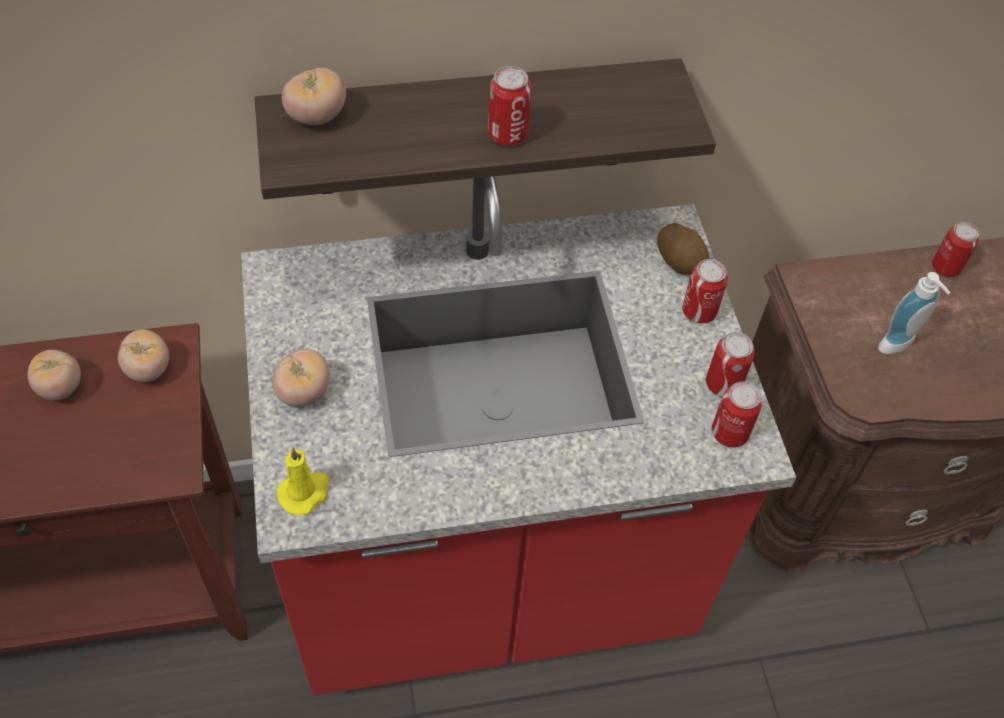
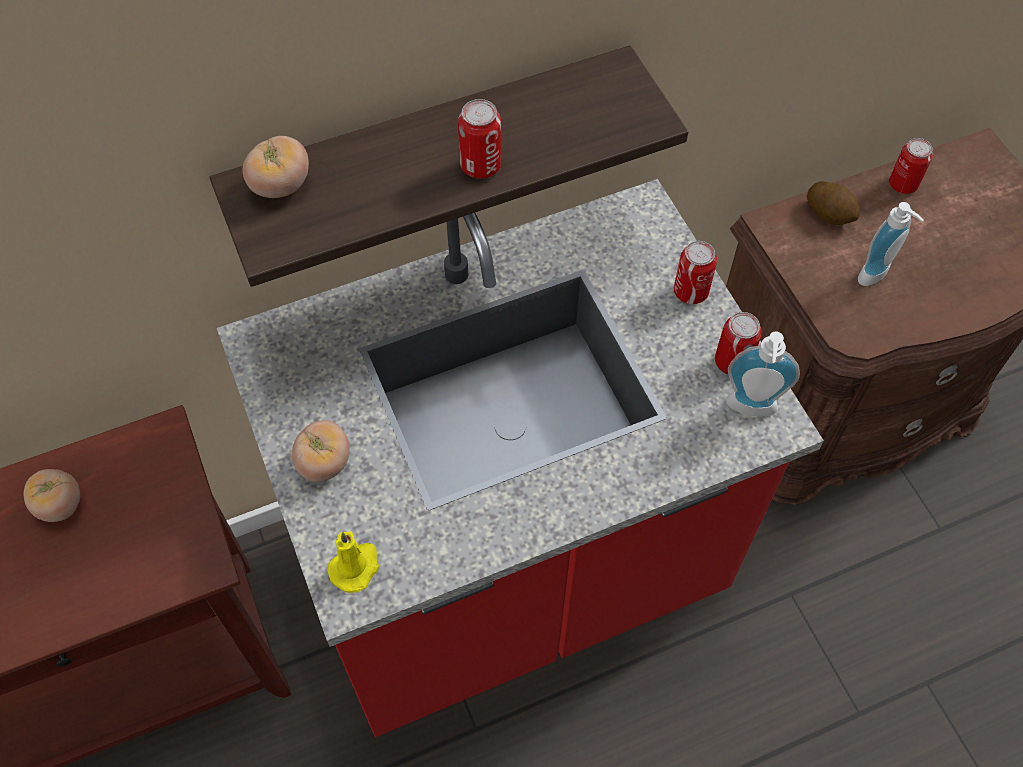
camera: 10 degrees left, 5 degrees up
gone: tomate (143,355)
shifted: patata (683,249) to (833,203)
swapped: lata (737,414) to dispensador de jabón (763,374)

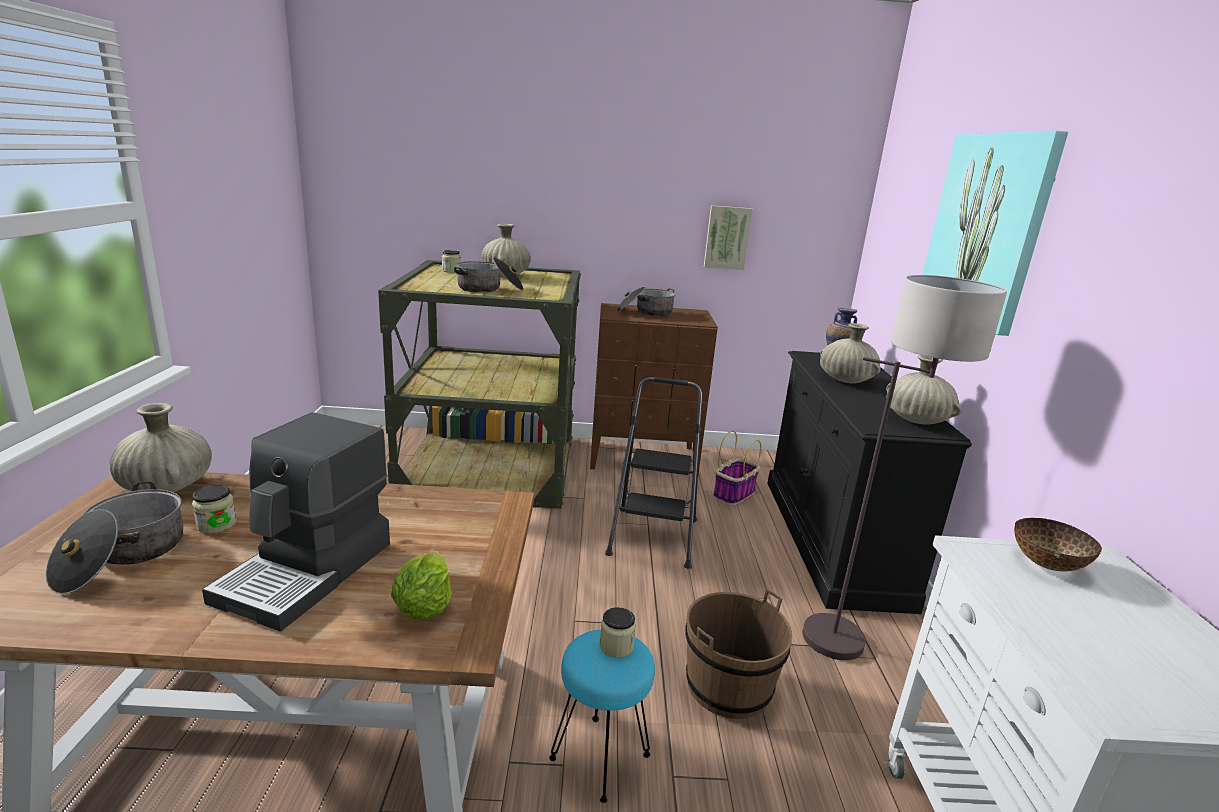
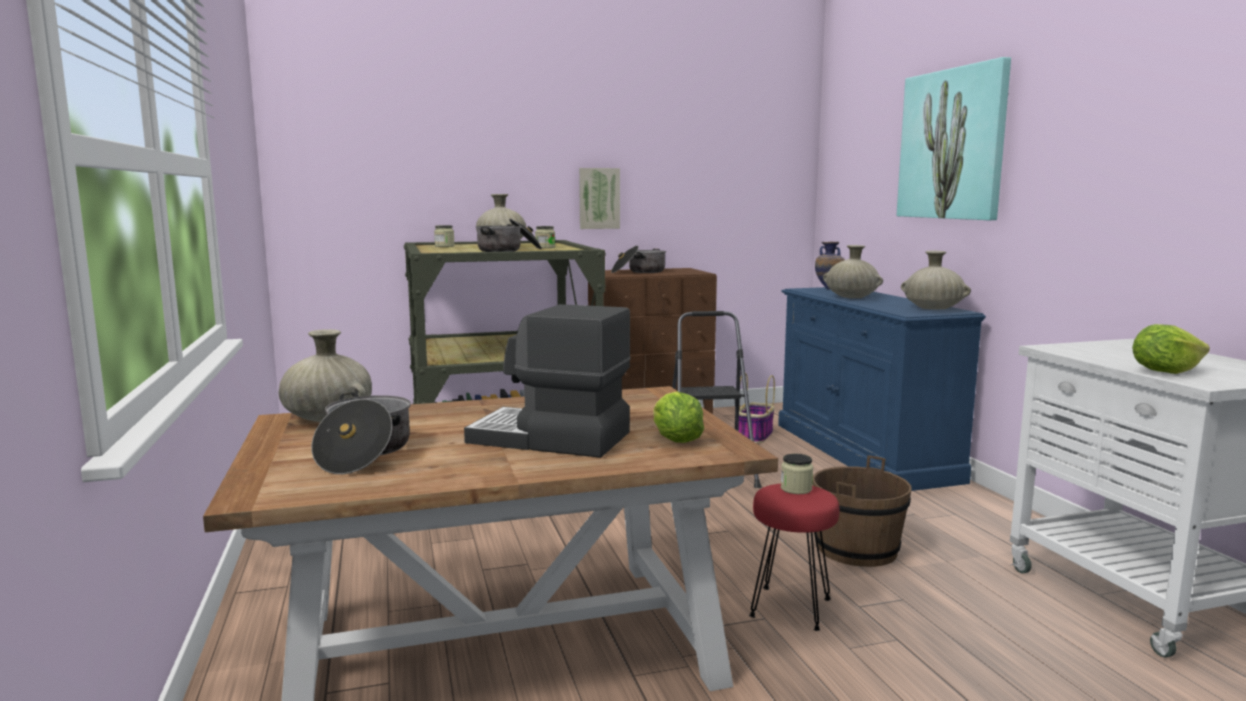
camera: 15 degrees left, 10 degrees down
gone: lámpara de pie/gris (904,467); cuenco (1058,544)
new: lechuga (1171,349)
shifted: tarro (214,509) to (545,237); cuadro (728,237) to (599,198)
repainted: taburete/turquesa (602,716) to taburete/rojo (794,557); armario/negro (869,482) to armario/azul (882,389)
rotated: cafetera (296,521) = (547,381) 105 degrees clockwise

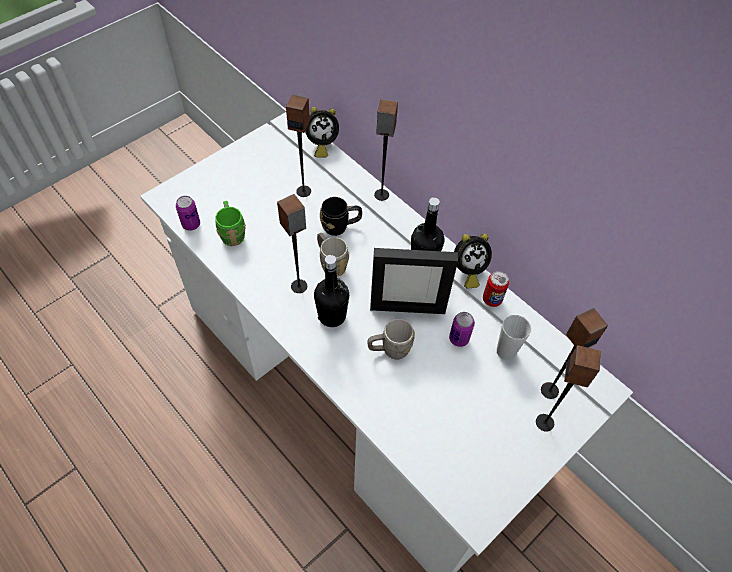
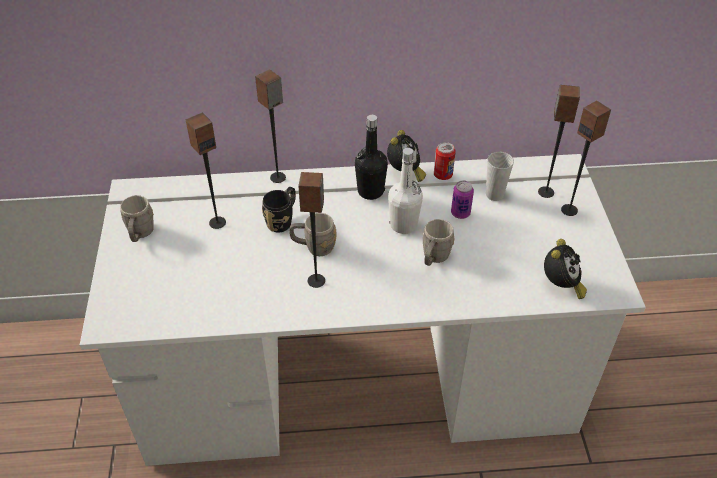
camera: 50 degrees left, 10 degrees down
gone: lata (188,213); taza grande/verde (230,223); botella/negro (331,291)
new: taza grande/gris (137,218)
shifted: despertador (322,132) to (565,269)
swapped: portarretratos (414,281) to botella/blanco (405,191)

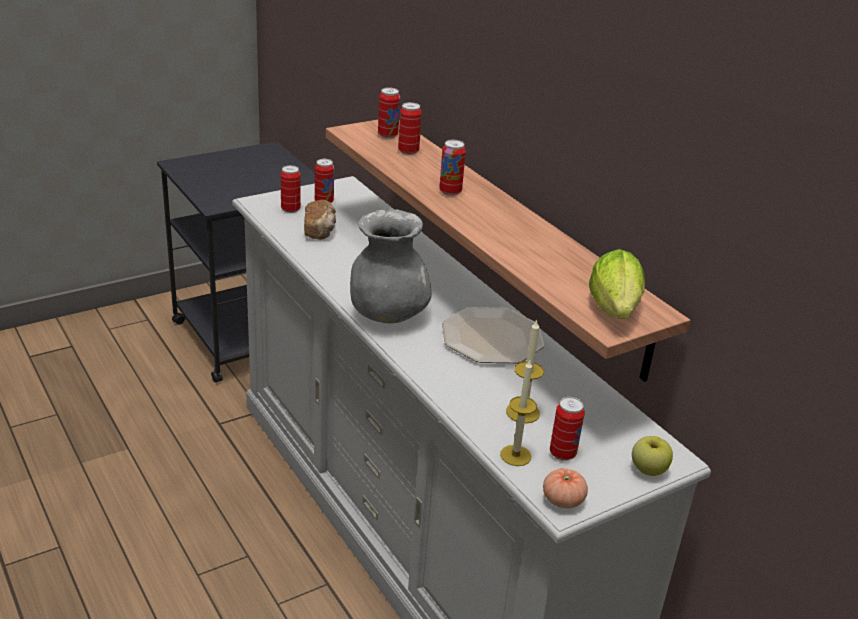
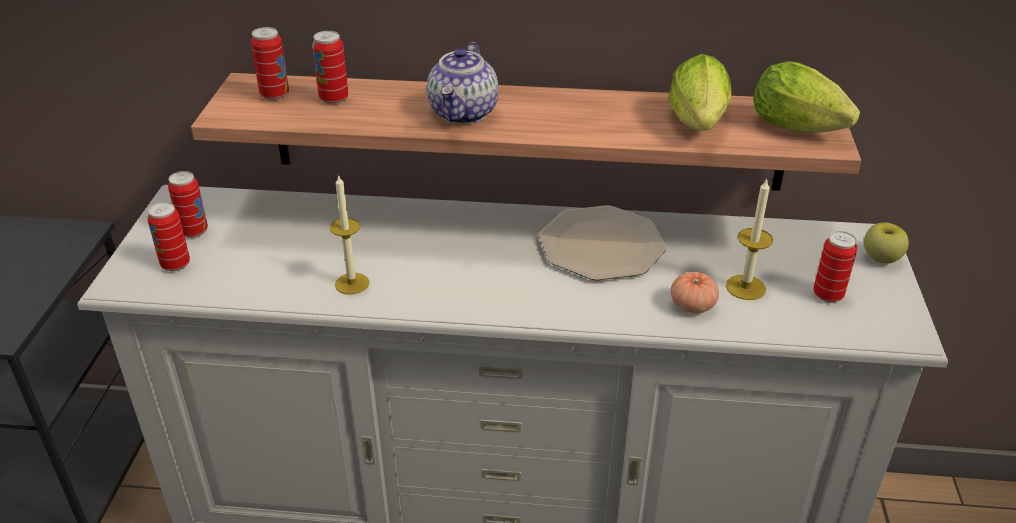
camera: 50 degrees left, 5 degrees up
gone: pan (320,220); florero/gris (391,266)
new: lechuga (700,92)
shifted: vela (518,413) to (349,234); tomate (565,488) to (695,292)
swapped: lata (452,168) to tetera (462,83)

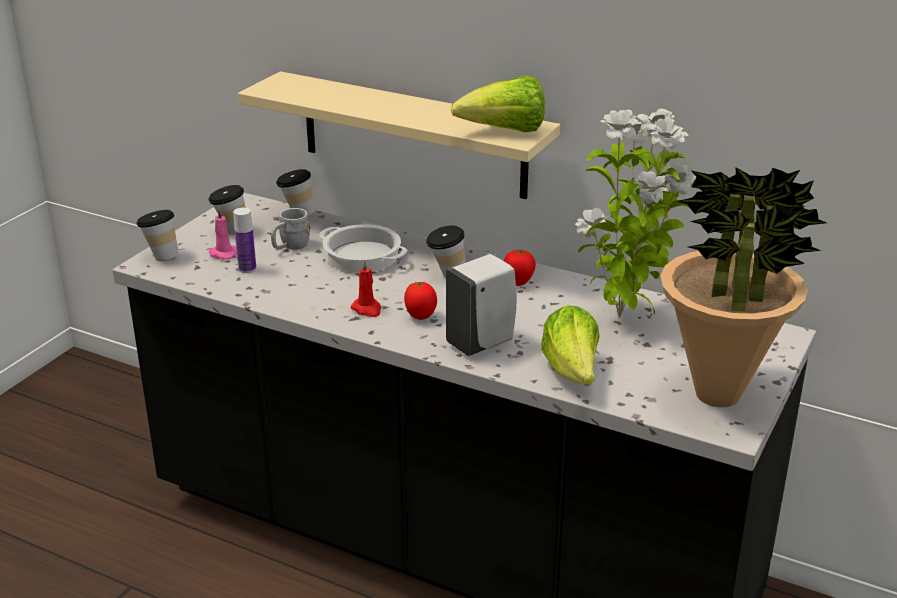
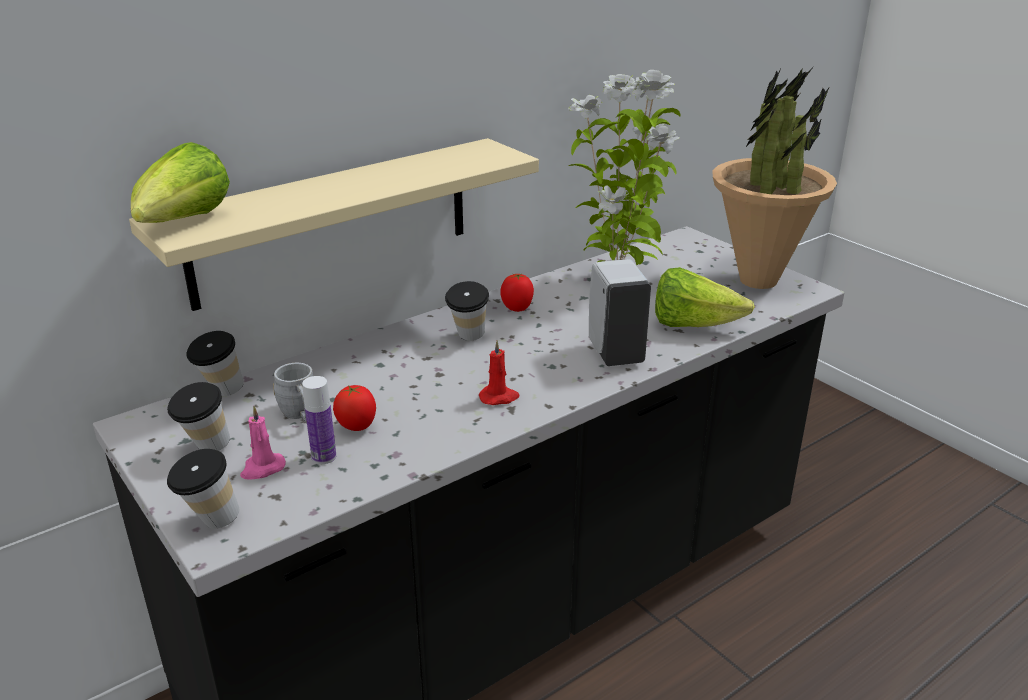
camera: 65 degrees left, 0 degrees up
gone: olla (363,248)
shifted: lechuga (498,104) to (180,182); tomate (420,300) to (354,408)

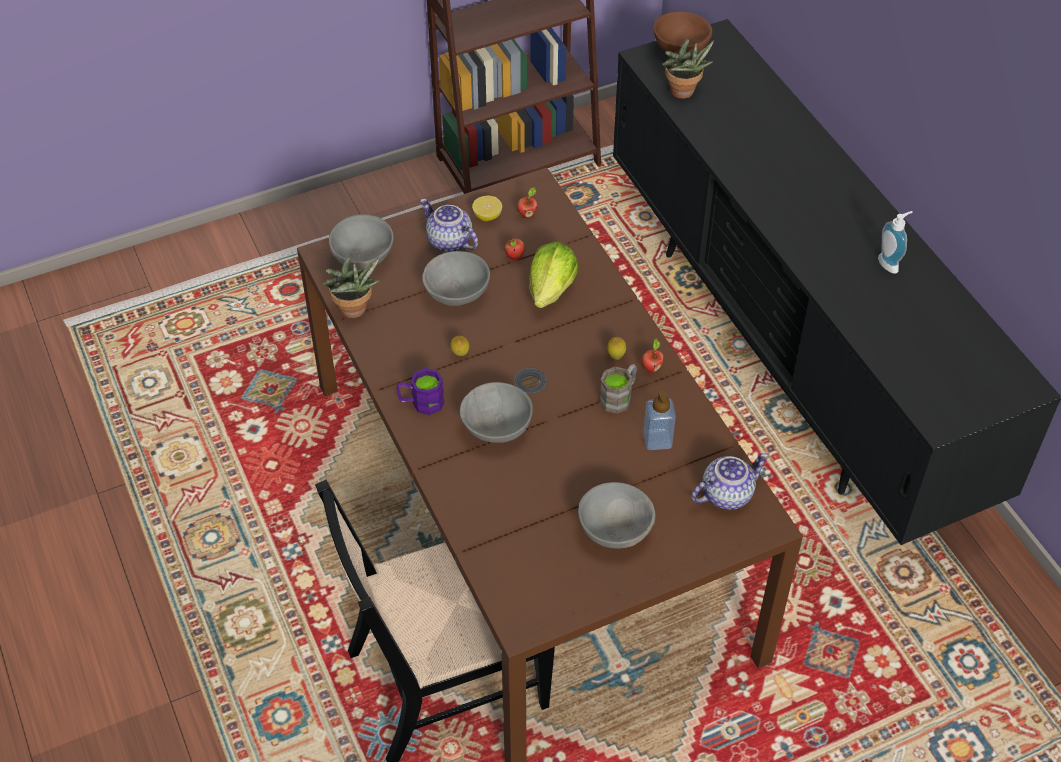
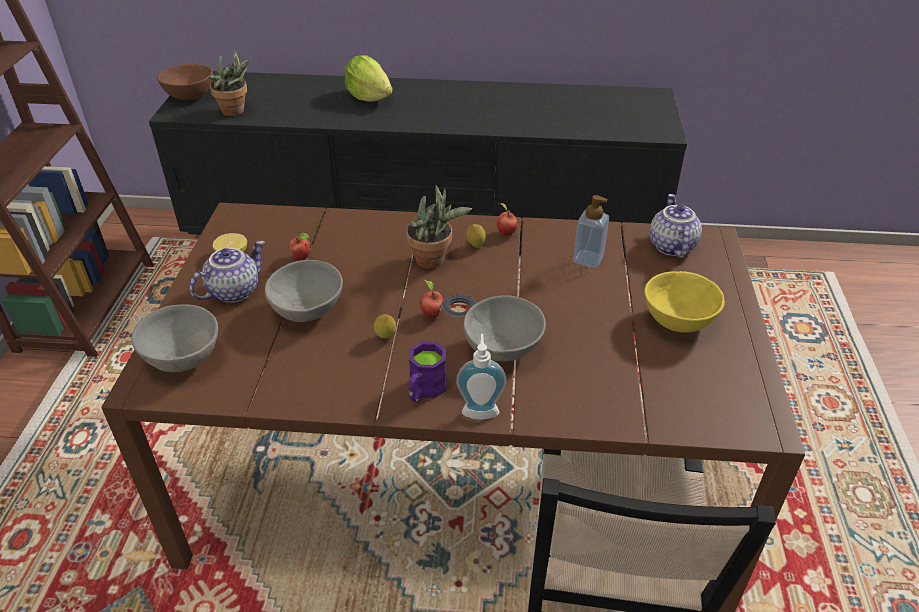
camera: 60 degrees left, 10 degrees down
gone: taza grande/marrón (618,389)
shifted: lechuga (554,275) to (368,78); planta en maceta (351,287) to (439,227); manzana (527,202) to (431,299); dispensador de jabón (895,242) to (481,377)
repainted: cuenco/gris (616,515) to cuenco/amarillo (684,302)
rotated: tetera (449,225) = (227,272) 150 degrees clockwise

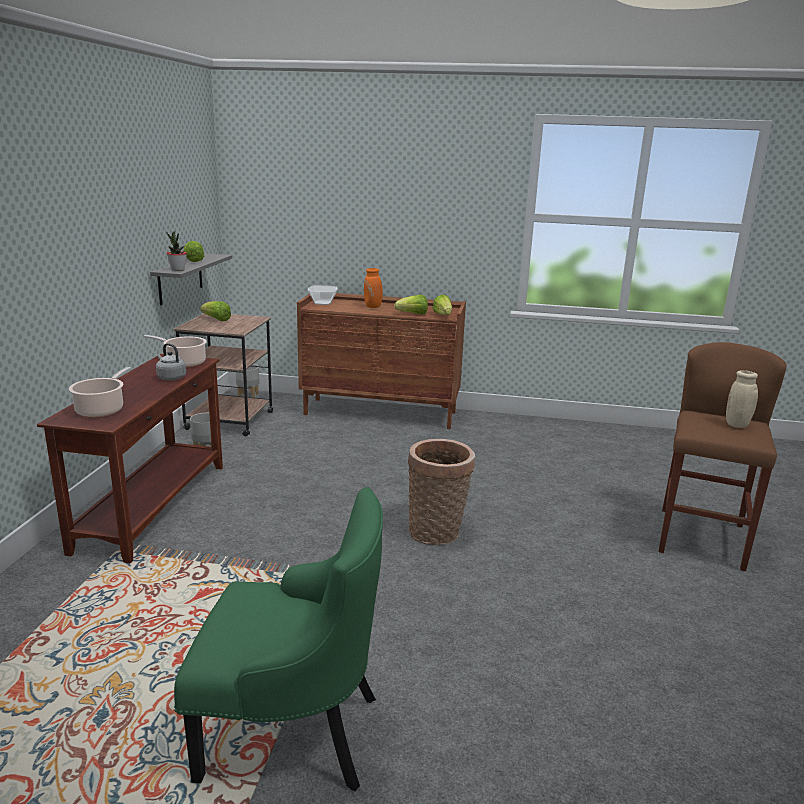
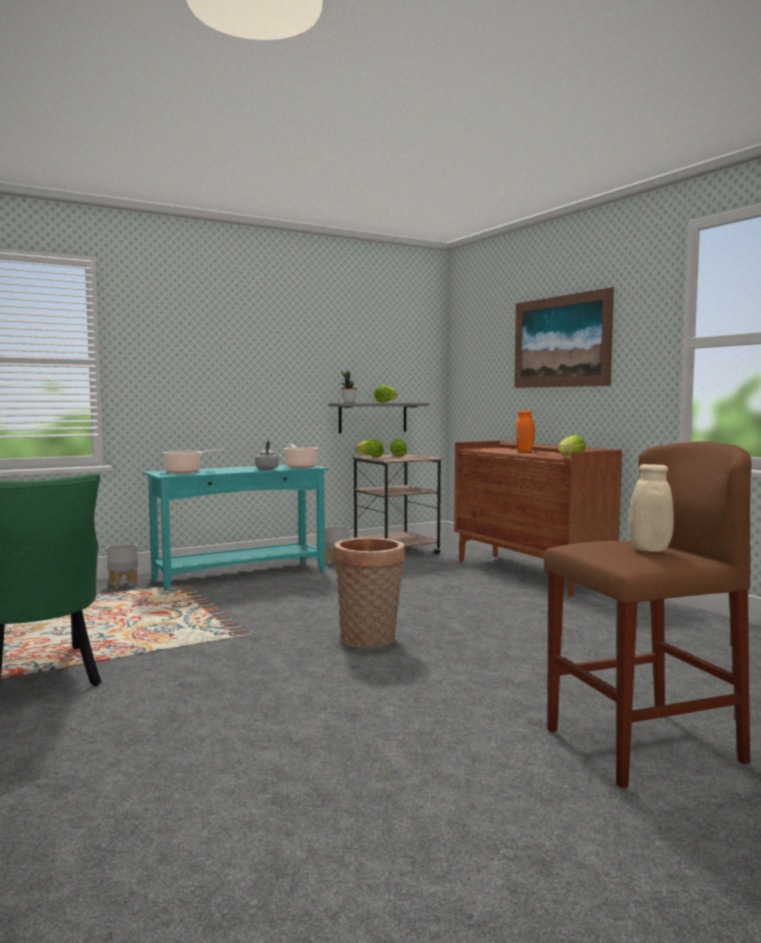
camera: 50 degrees right, 15 degrees down
gone: cuenco (323,295)
new: cuadro (564,337)
shifted: maceta/gris (247,381) to (122,566); lechuga (411,304) to (369,448)
repainted: mesa consola/marrón (130,458) to mesa consola/turquesa (236,528)

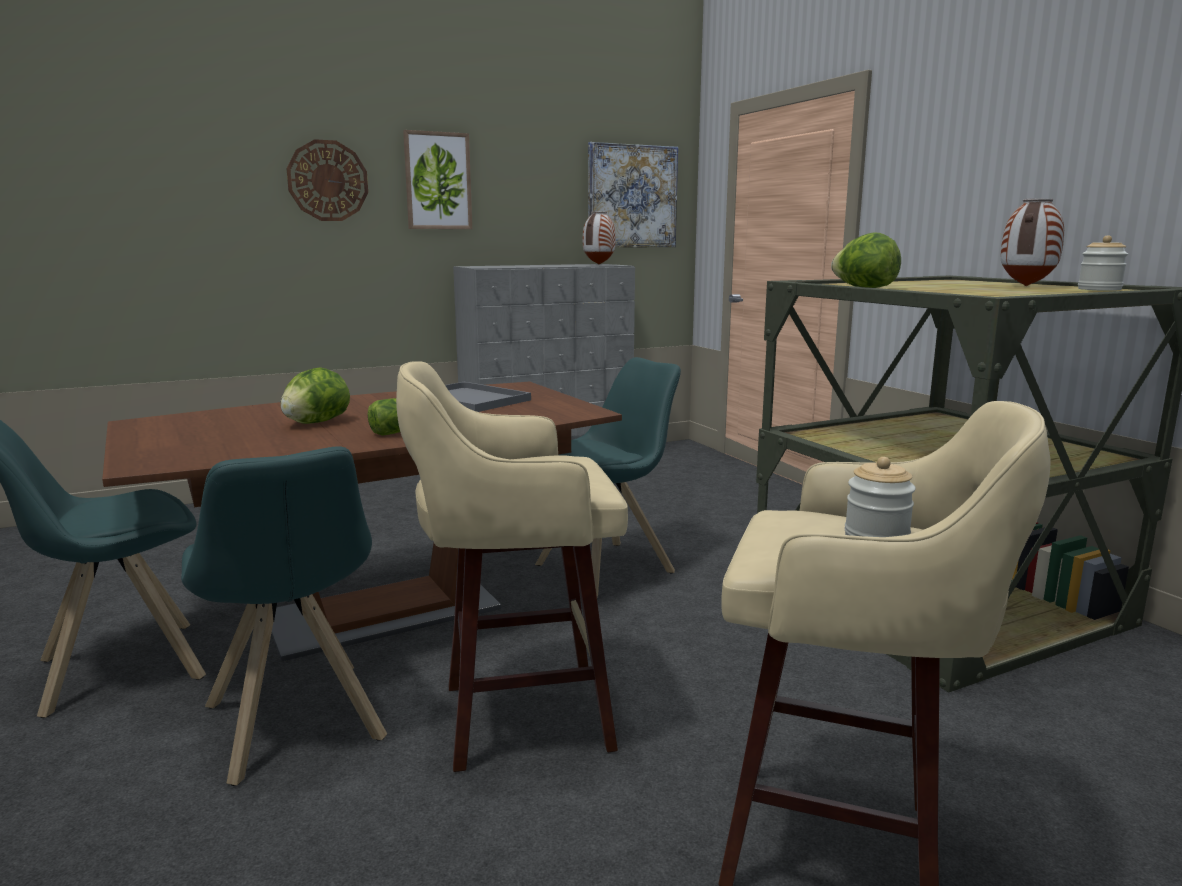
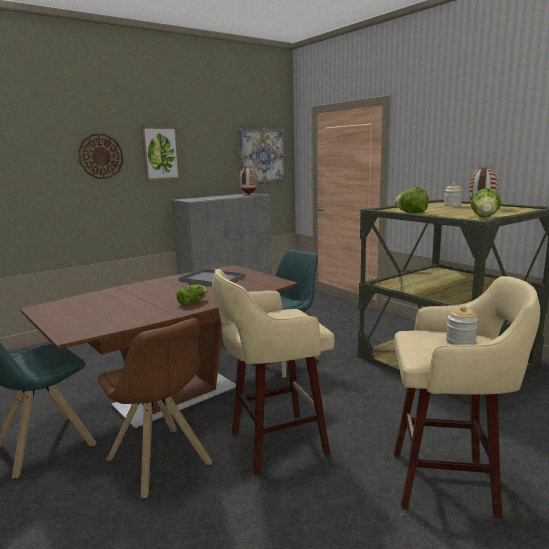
camera: 10 degrees left, 0 degrees up
shifted: tarro (1103,263) to (453,195); lechuga (315,395) to (486,203)
repainted: silla/turquesa (284,616) to silla/marrón (155,408)

